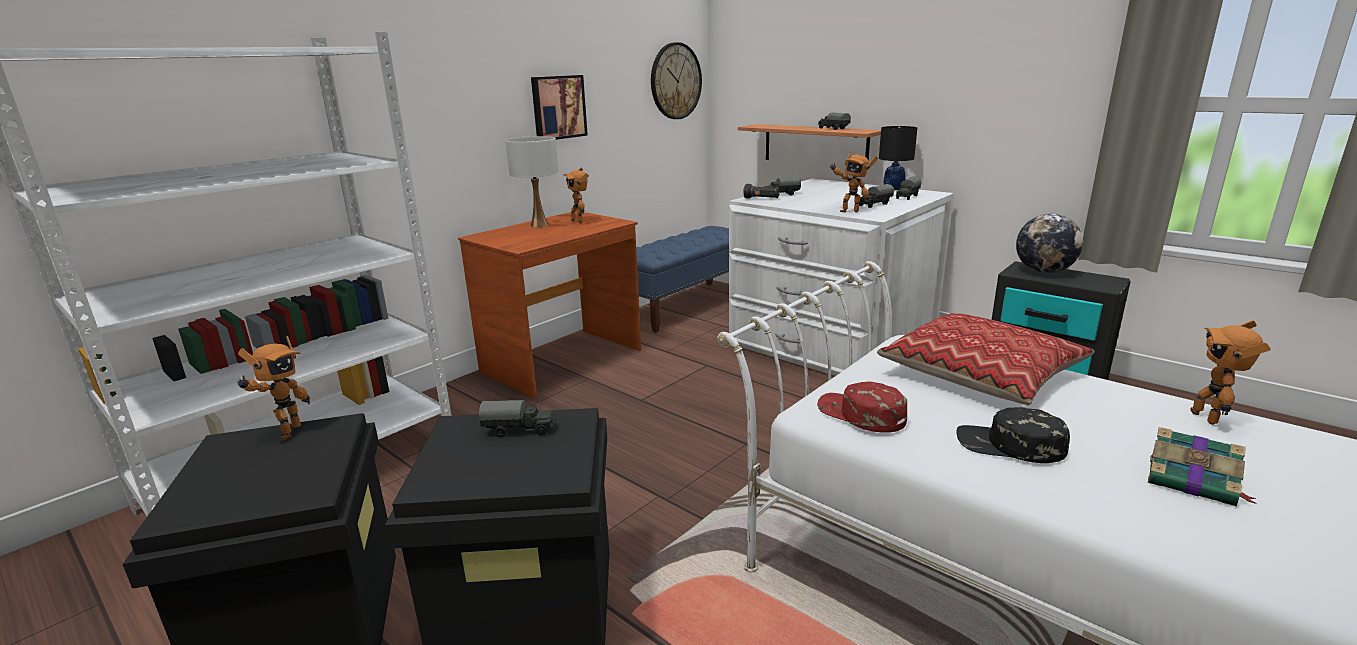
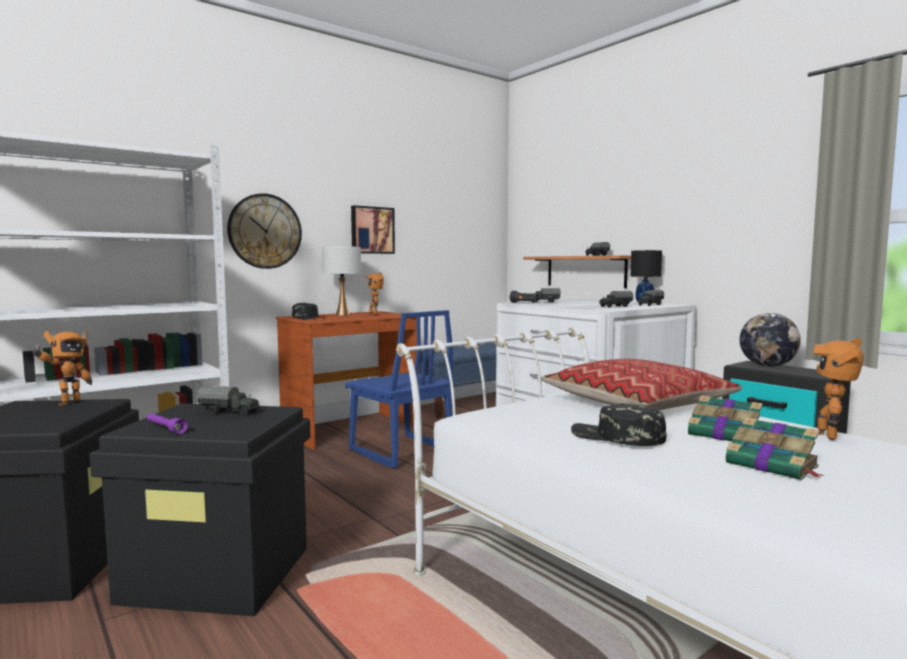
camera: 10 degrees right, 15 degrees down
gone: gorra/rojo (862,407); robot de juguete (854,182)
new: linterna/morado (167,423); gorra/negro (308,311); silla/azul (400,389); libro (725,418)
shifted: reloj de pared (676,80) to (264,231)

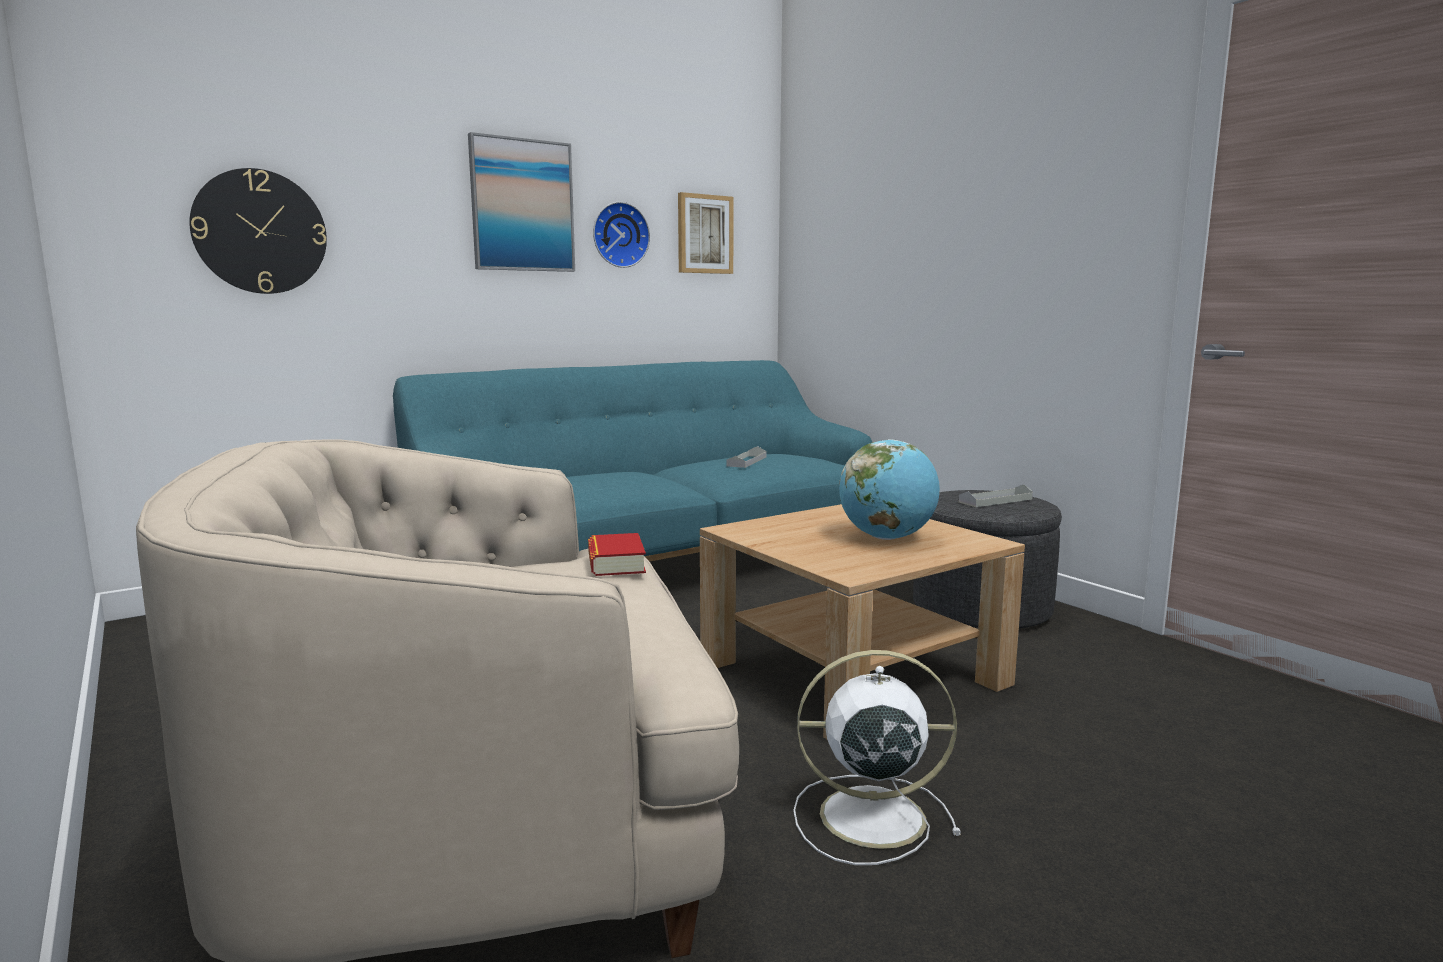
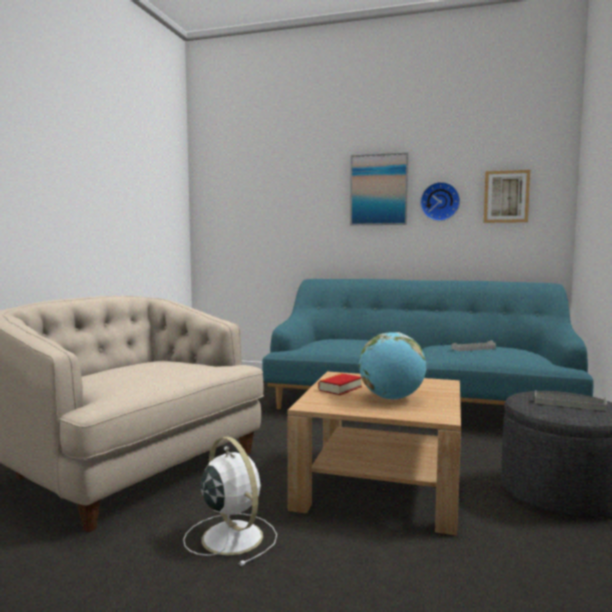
camera: 50 degrees right, 5 degrees down
gone: reloj de pared (258,231)
shifted: libro (617,554) to (340,384)

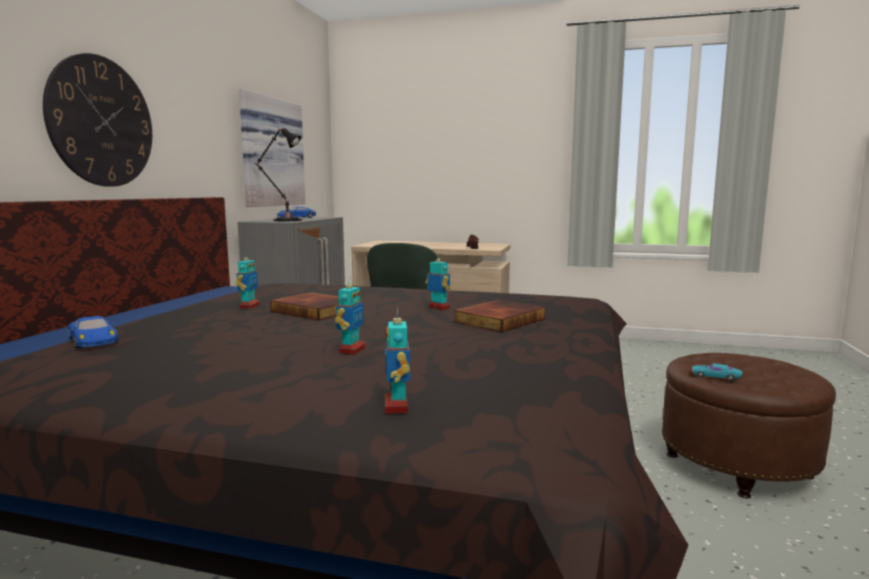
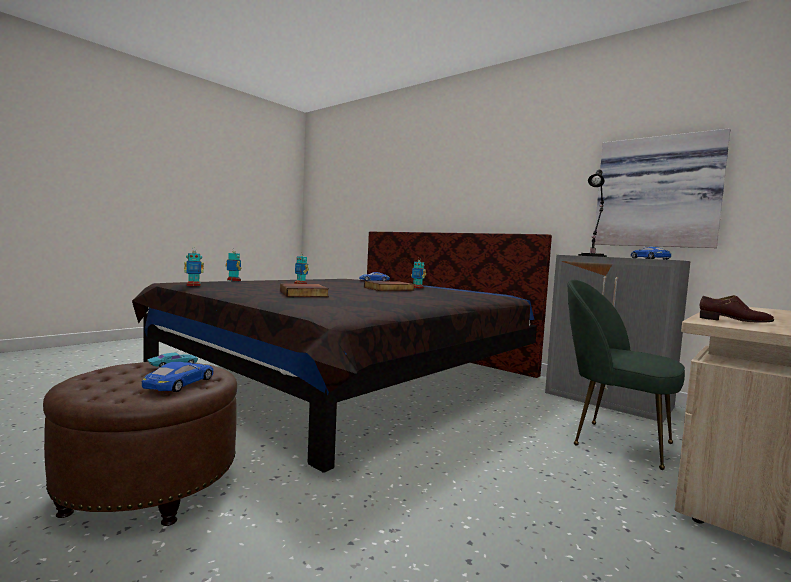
camera: 115 degrees right, 5 degrees down
gone: reloj de pared (97,120)
new: coche de juguete/azul (178,377)
shifted: robot de juguete (438,281) to (194,266)

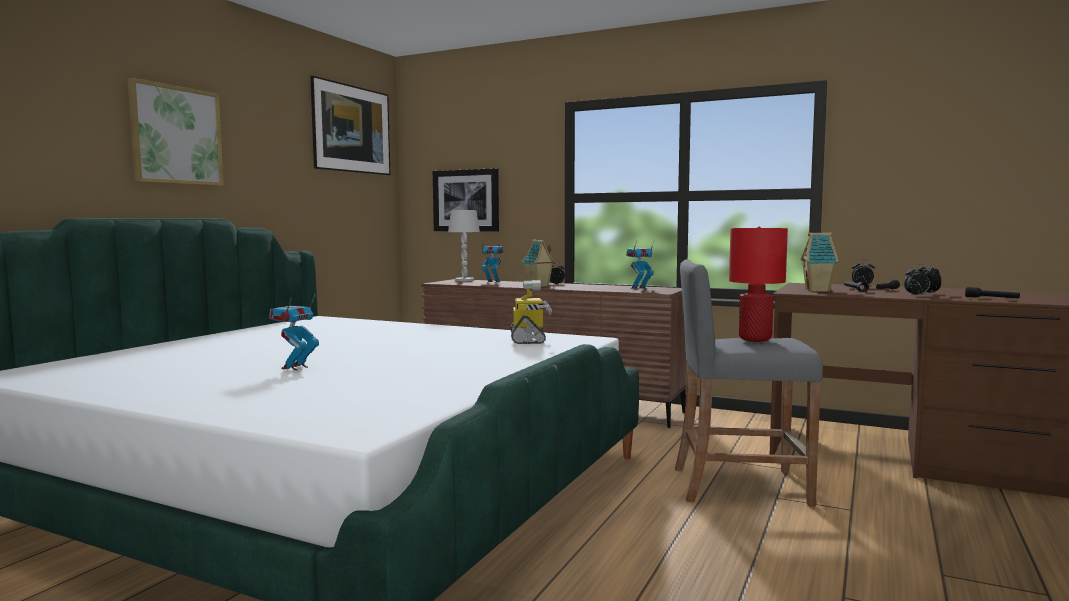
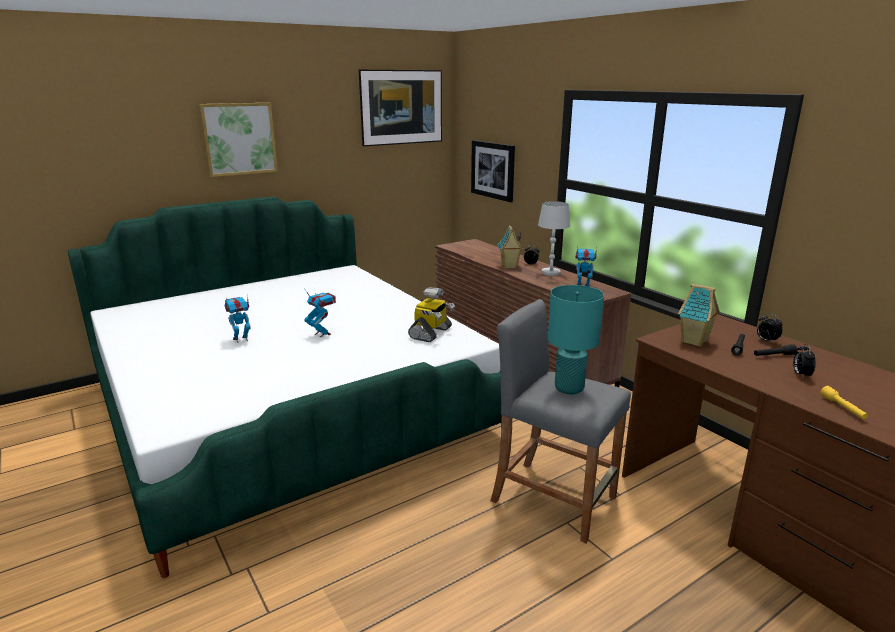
camera: 30 degrees right, 15 degrees up
gone: despertador (917,280)
shifted: robot de juguete (492,261) to (320,312); lámpara de mesa/blanco (464,245) to (554,238)
repainted: lámpara de mesa/rojo (758,284) to lámpara de mesa/turquesa (576,339); linterna/negro (992,292) to linterna/amarillo (844,403)

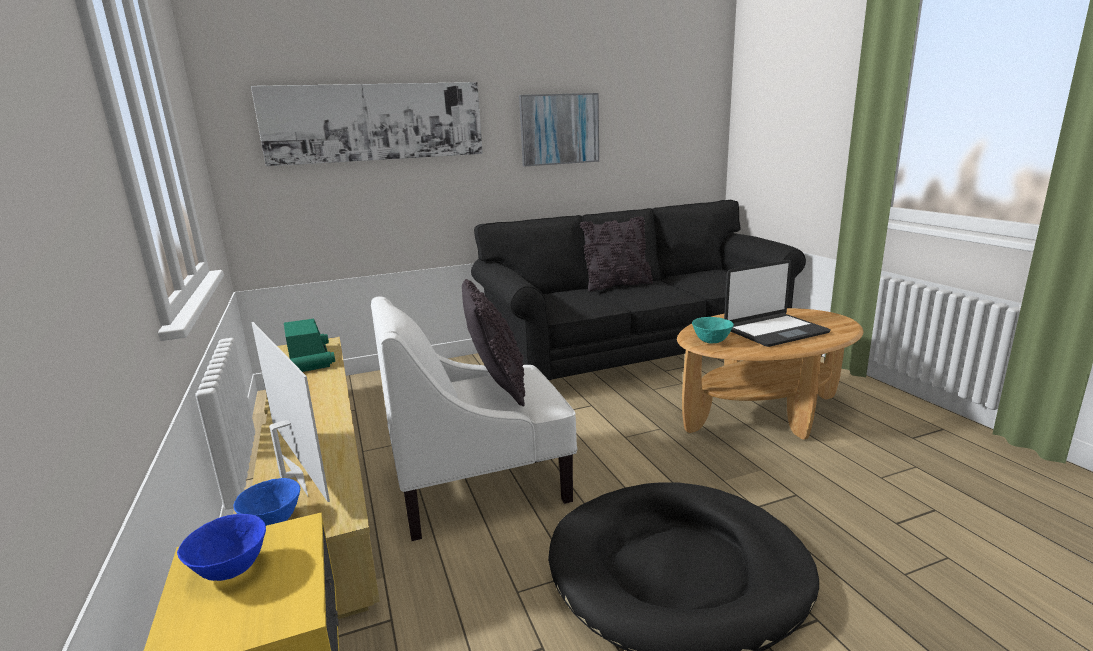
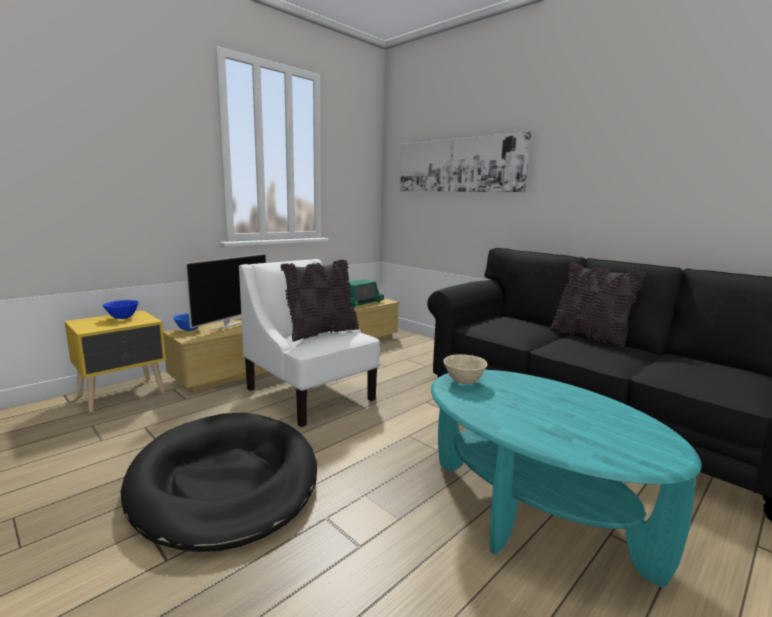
camera: 65 degrees right, 5 degrees down
gone: cuadro (559,130); portátil (777,303)
repainted: mesa de centro/marrón (770,374) to mesa de centro/turquesa (566,478); cuenco/turquesa (713,330) to cuenco/beis (465,369)

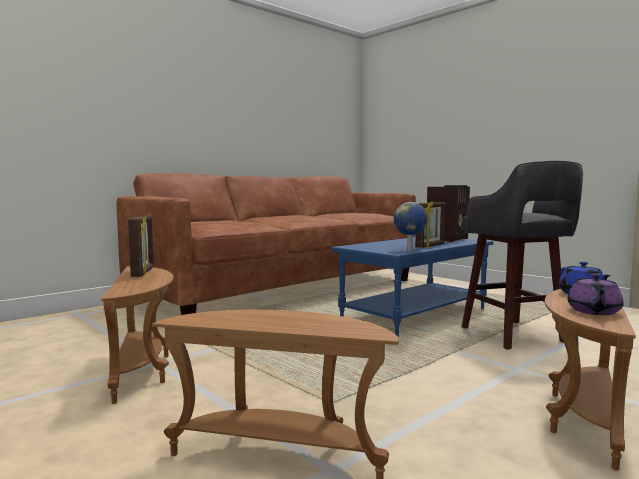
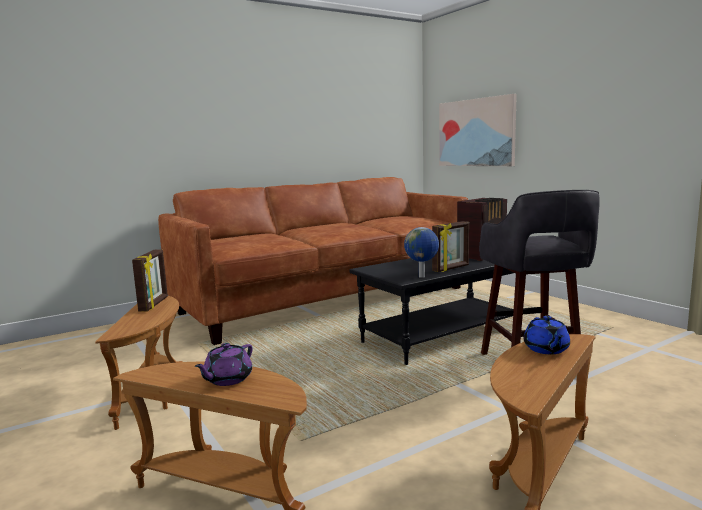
camera: 10 degrees right, 5 degrees up
new: cuadro (478,130)
shifted: tetera/morado (595,294) to (224,364)
repainted: mesa de centro/azul (412,287) to mesa de centro/negro (431,311)

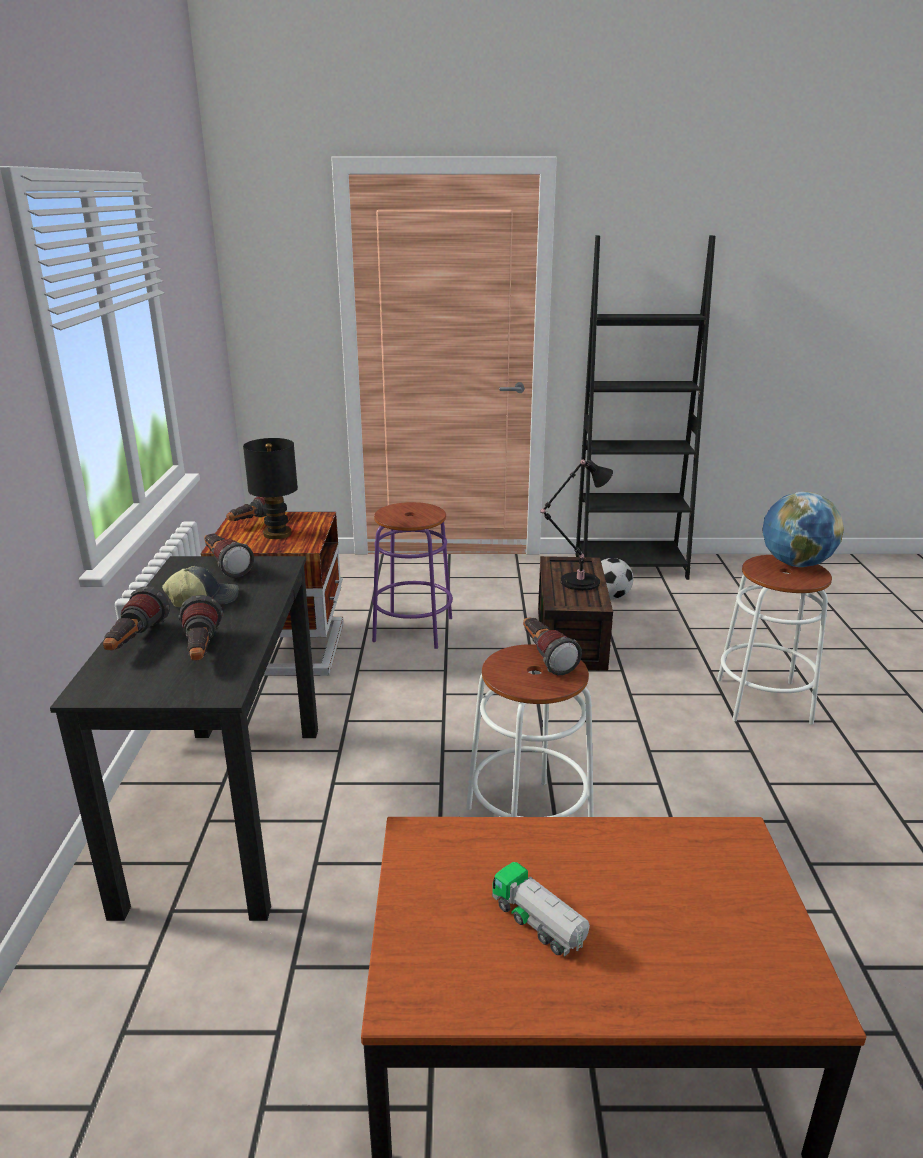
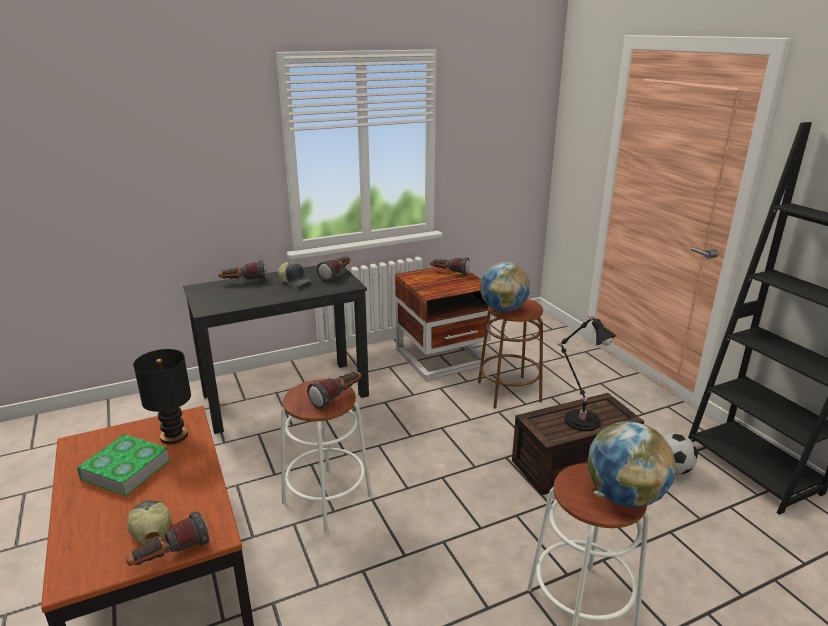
camera: 65 degrees right, 0 degrees up
new: gorra (149,522); globo terráqueo (505,287)
shifted: linterna (200,628) to (167,538); lámpara de mesa/negro (270,488) to (162,396)
swapped: camión de juguete (541,909) to libro (123,465)
repainted: taburete/morado (412,575) to taburete/marrón (510,353)

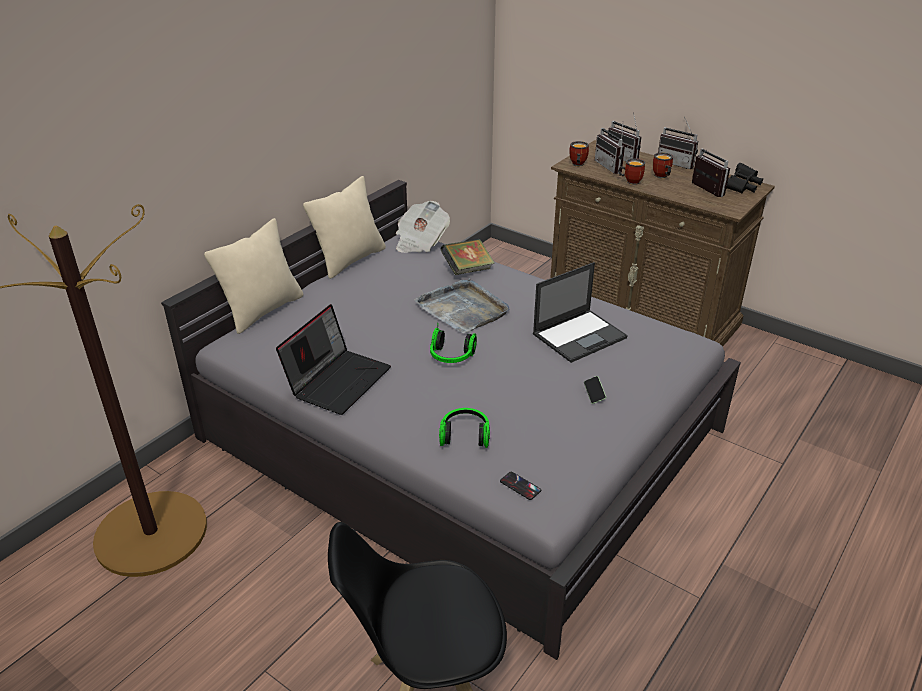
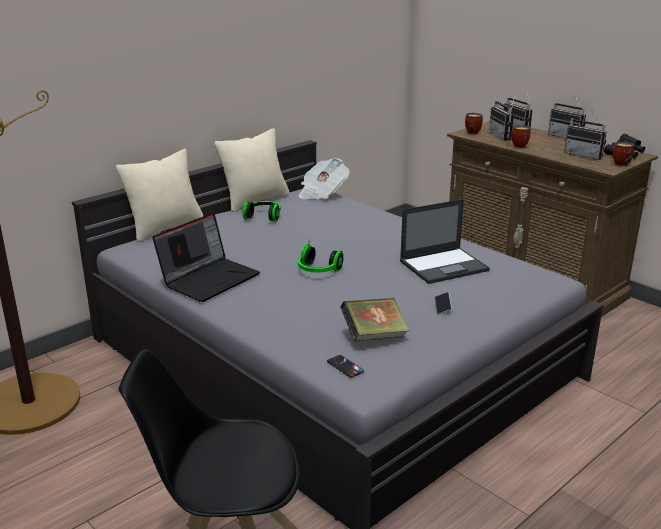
camera: 10 degrees right, 10 degrees down
gone: bandeja/gris (462,306)
shifted: auriculares (464,428) to (262,211); libro (467,257) to (375,320); taza grande (663,165) to (624,154)
rotated: radio (711,172) = (585,134) 150 degrees clockwise

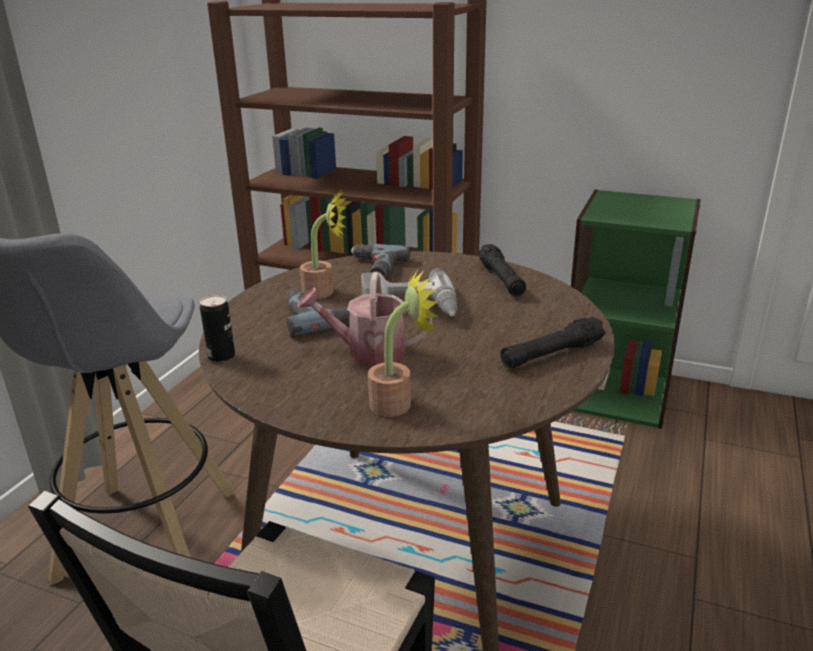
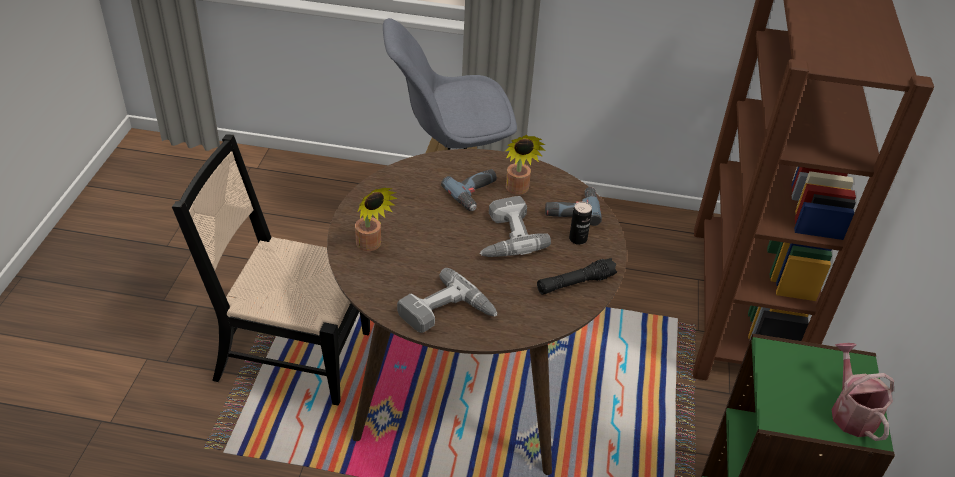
camera: 75 degrees right, 15 degrees up
shifted: lata (217,328) to (580,223); regadera (365,319) to (862,392)
swapped: linterna/negro (553,342) to taladro (447,300)

